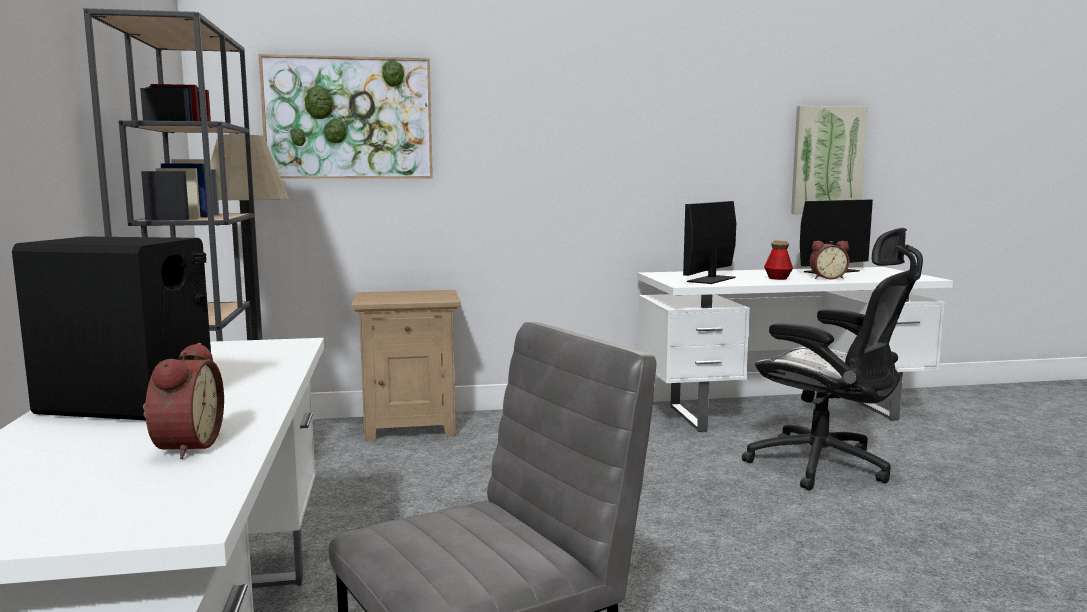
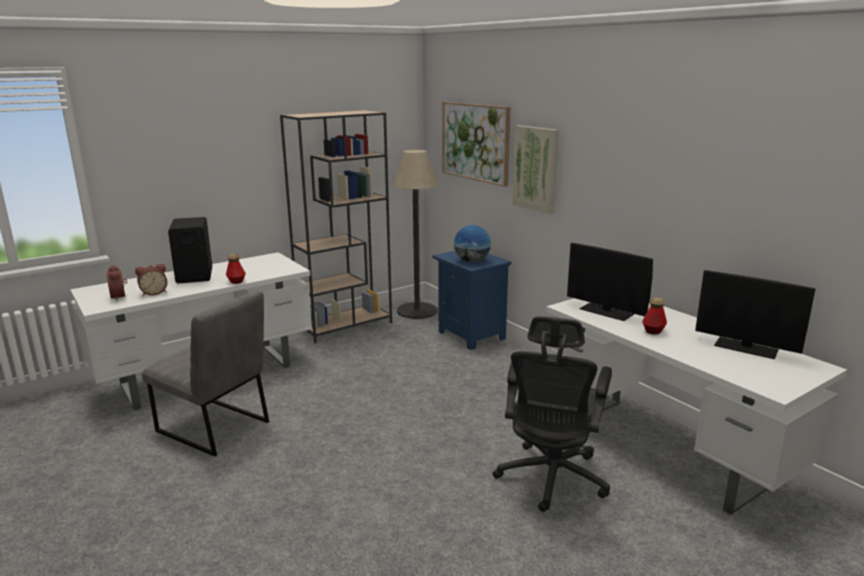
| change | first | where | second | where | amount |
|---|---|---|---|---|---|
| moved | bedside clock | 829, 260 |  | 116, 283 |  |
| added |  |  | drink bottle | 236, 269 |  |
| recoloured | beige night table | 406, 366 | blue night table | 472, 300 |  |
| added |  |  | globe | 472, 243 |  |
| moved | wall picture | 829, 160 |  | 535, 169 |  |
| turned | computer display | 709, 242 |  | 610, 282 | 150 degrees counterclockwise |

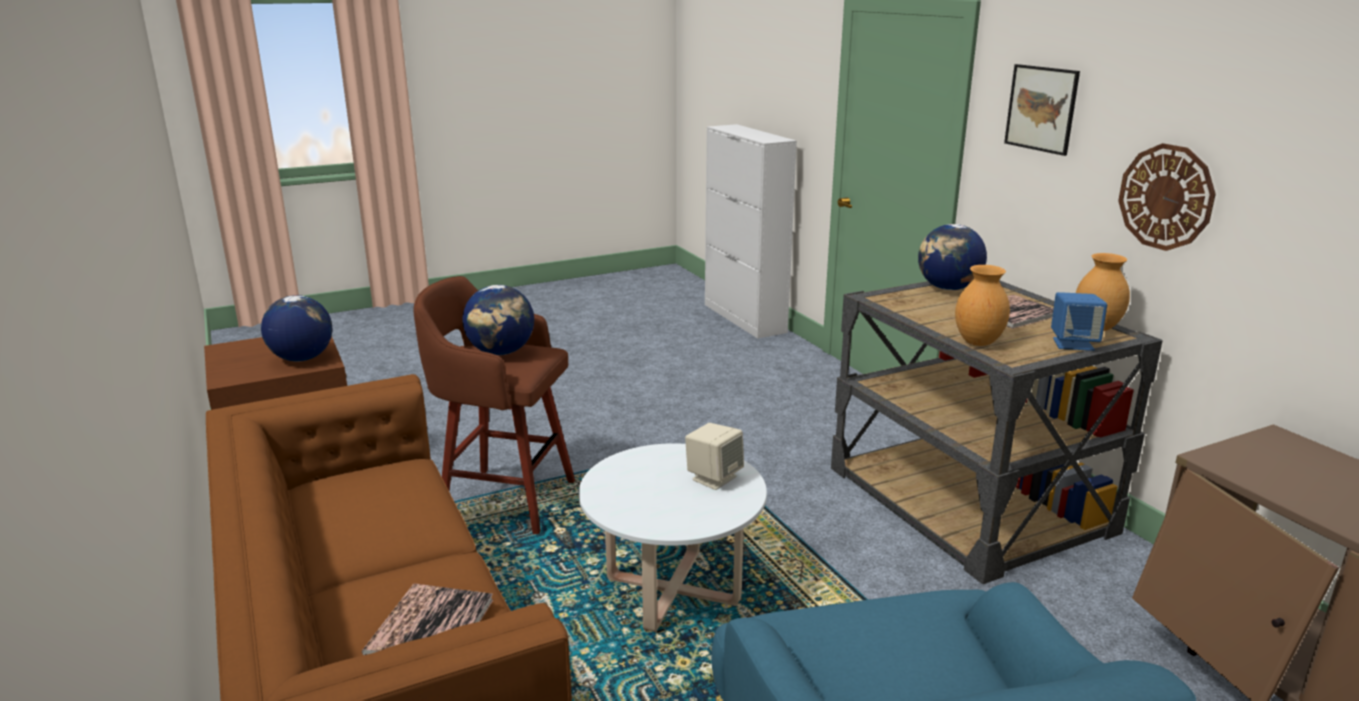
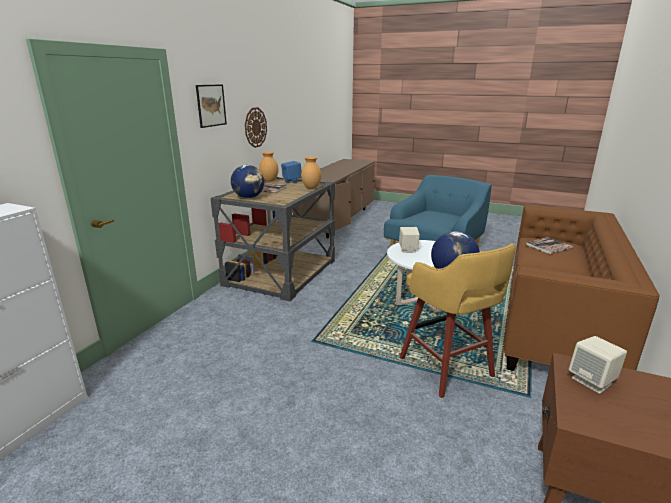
| change | first | where | second | where | amount |
|---|---|---|---|---|---|
| recoloured | brown-coloured stool | 494, 405 | yellowish stool | 458, 320 |  |
| replaced | globe | 296, 328 | beige speaker | 598, 365 |  |

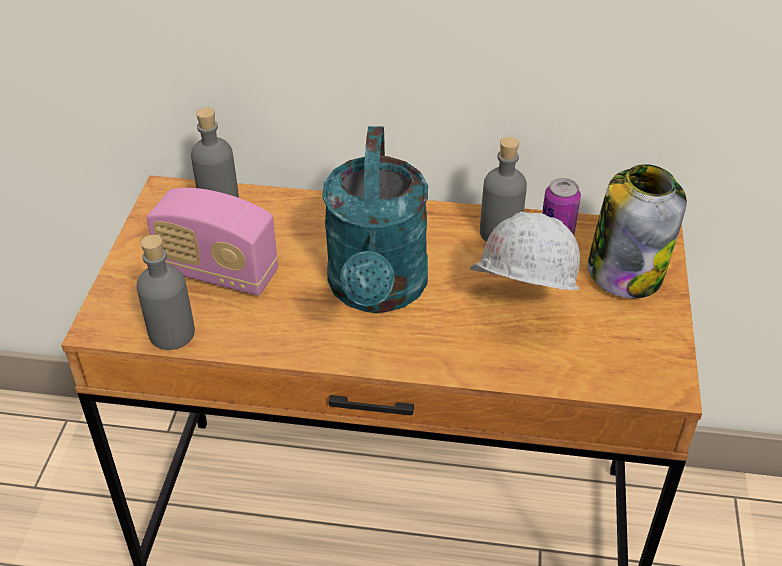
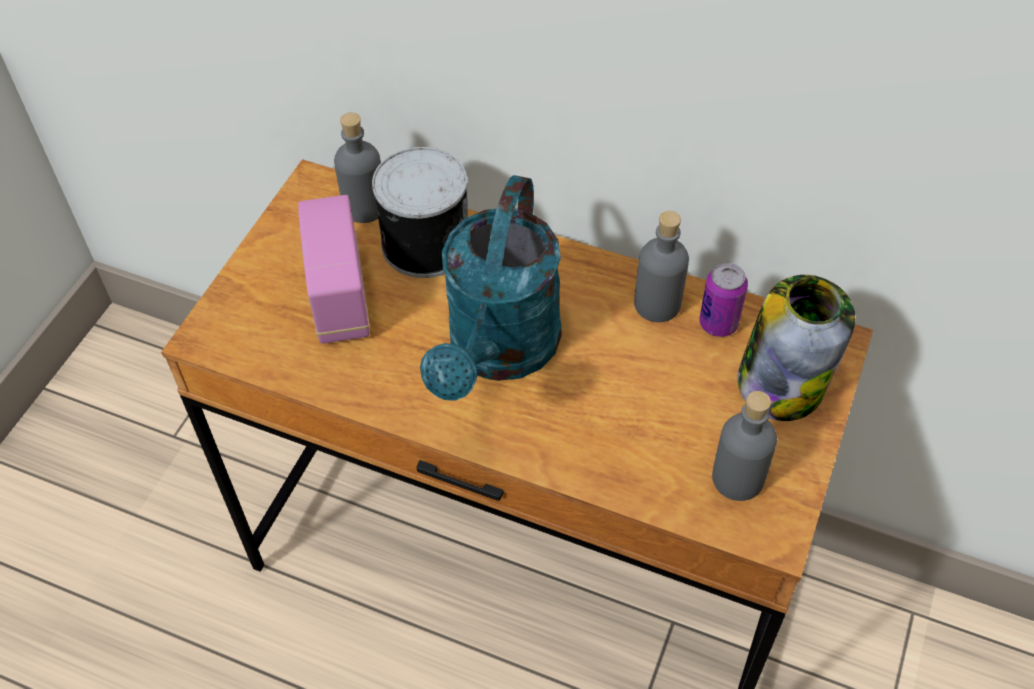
| change | first | where | second | where | amount |
|---|---|---|---|---|---|
| turned | radio receiver | 212, 242 |  | 334, 269 | 45 degrees clockwise |
| added |  |  | can | 420, 212 |  |
| moved | gray drink bottle | 165, 292 |  | 744, 446 |  |
| removed | white hard hat | 525, 251 |  |  |  |

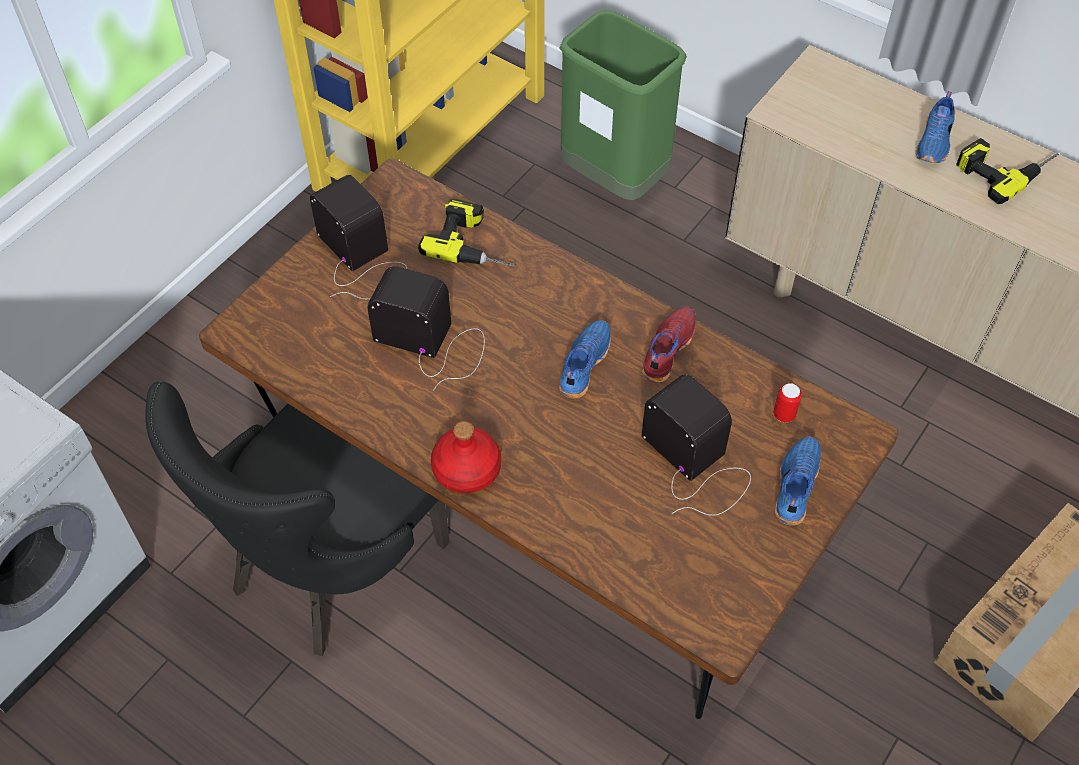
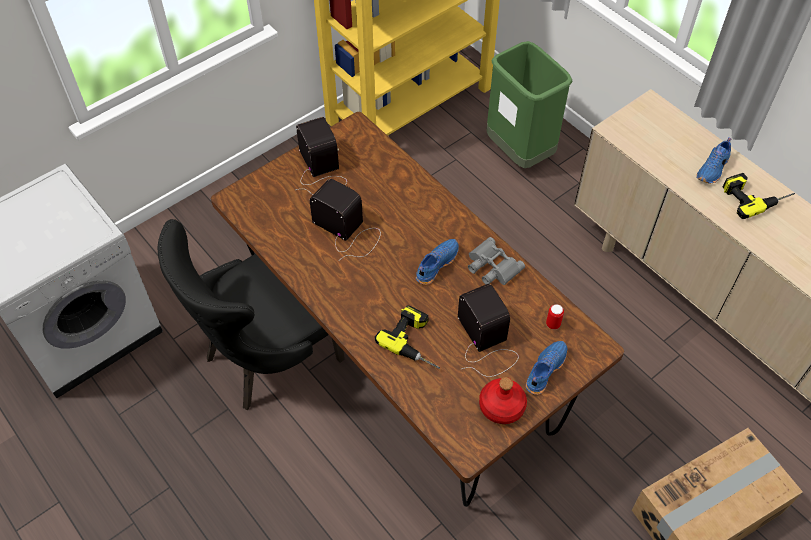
| change | first | where | second | where | amount |
|---|---|---|---|---|---|
| moved | electric drill | 467, 233 |  | 407, 337 |  |
| replaced | red-coloured low shoe | 669, 344 | gray binoculars | 496, 261 |  |
| moved | red-coloured drink bottle | 466, 457 |  | 503, 400 |  |

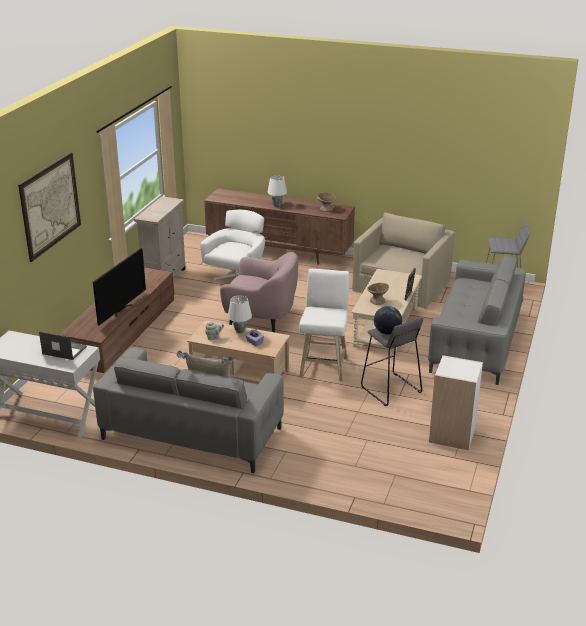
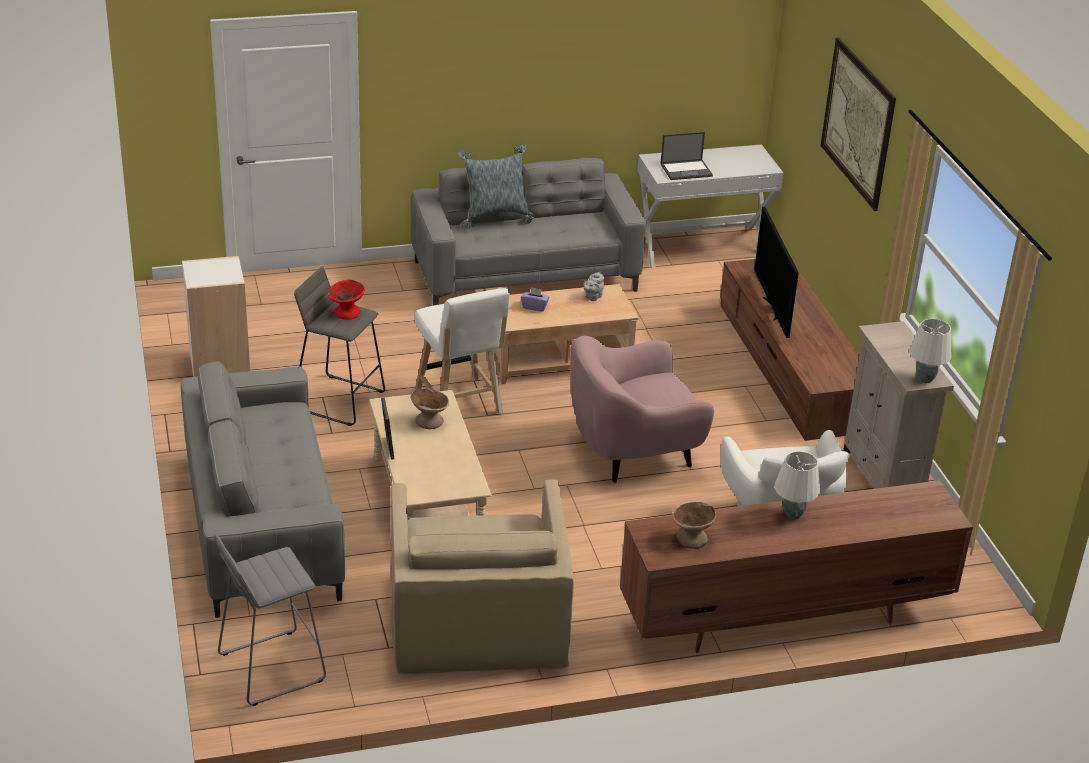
| change | first | where | second | where | amount |
|---|---|---|---|---|---|
| replaced | globe | 388, 320 | red-coloured deep dish | 346, 299 |  |
| moved | white tabletop lamp | 240, 314 |  | 930, 351 |  |

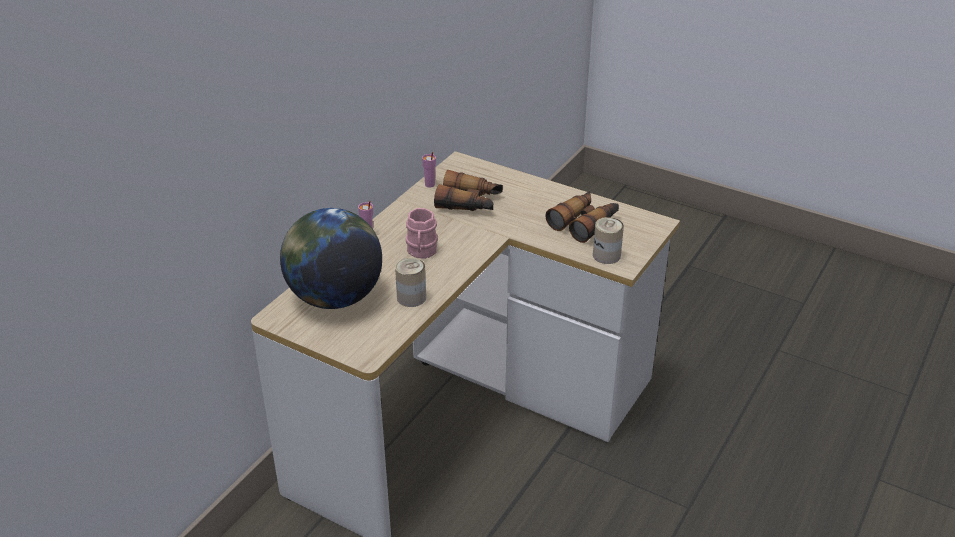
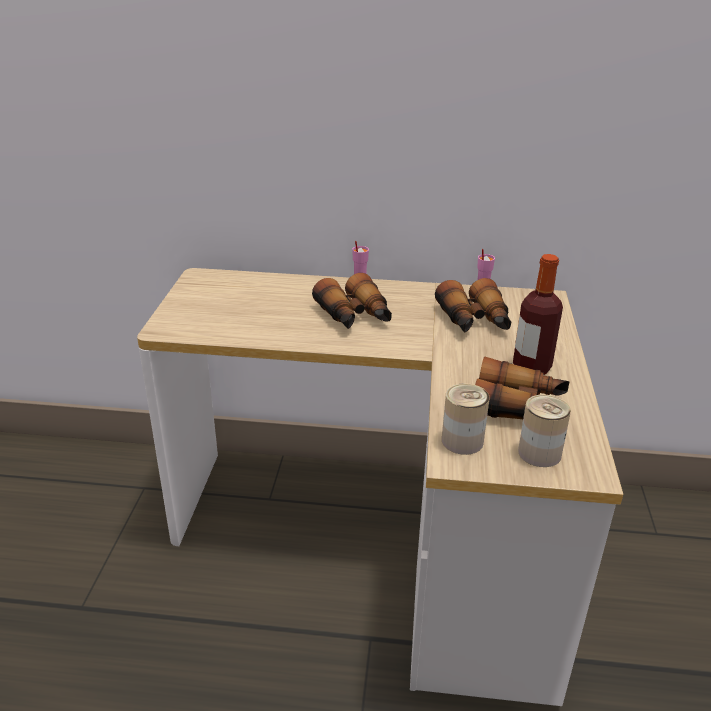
| change | first | where | second | where | amount |
|---|---|---|---|---|---|
| replaced | pinkish coffee mug | 422, 233 | binoculars | 352, 301 |  |
| added |  |  | drink bottle | 538, 314 |  |
| moved | can | 410, 282 |  | 544, 431 |  |
| removed | globe | 331, 258 |  |  |  |

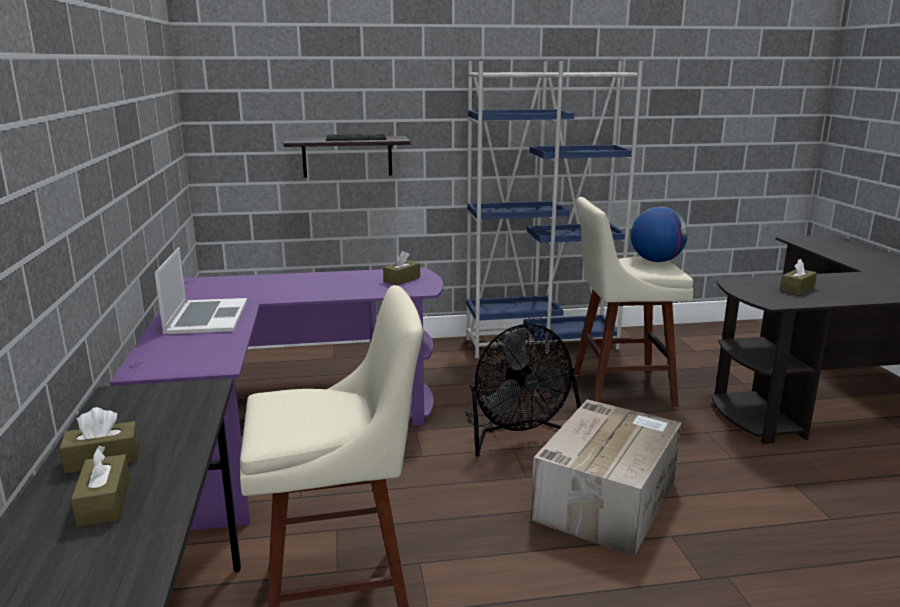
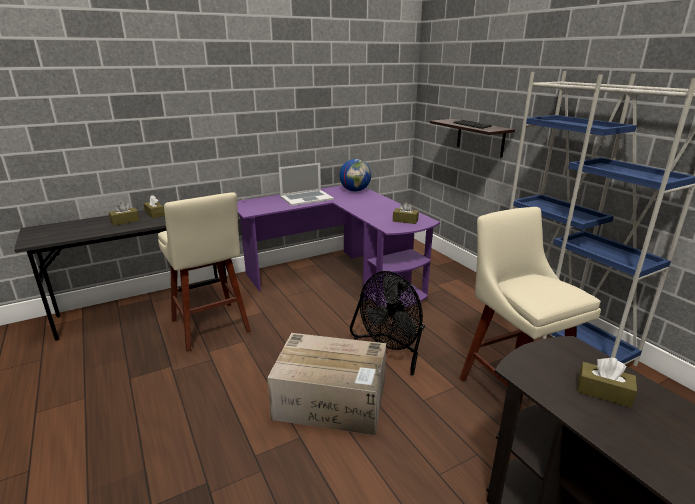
| change | first | where | second | where | amount |
|---|---|---|---|---|---|
| moved | globe | 659, 234 |  | 355, 175 |  |

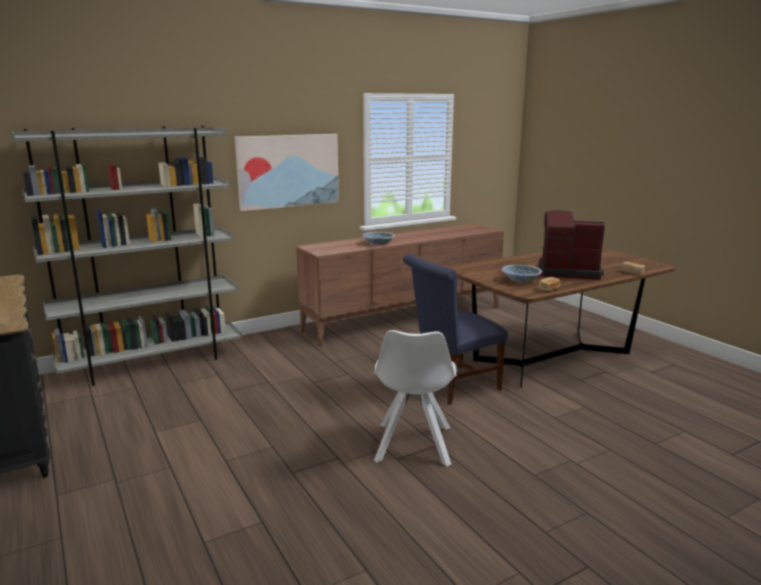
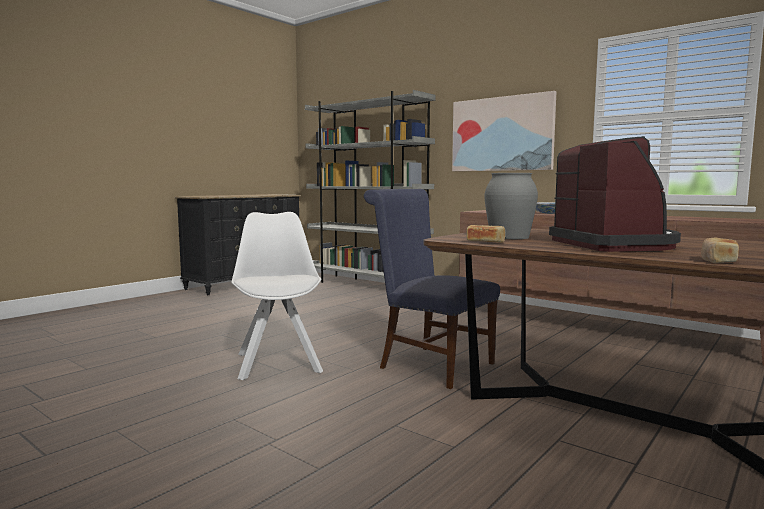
| change | first | where | second | where | amount |
|---|---|---|---|---|---|
| turned | white chair | 415, 398 |  | 277, 296 | 90 degrees clockwise |
| replaced | deep dish | 521, 273 | gray flower vase | 511, 206 |  |

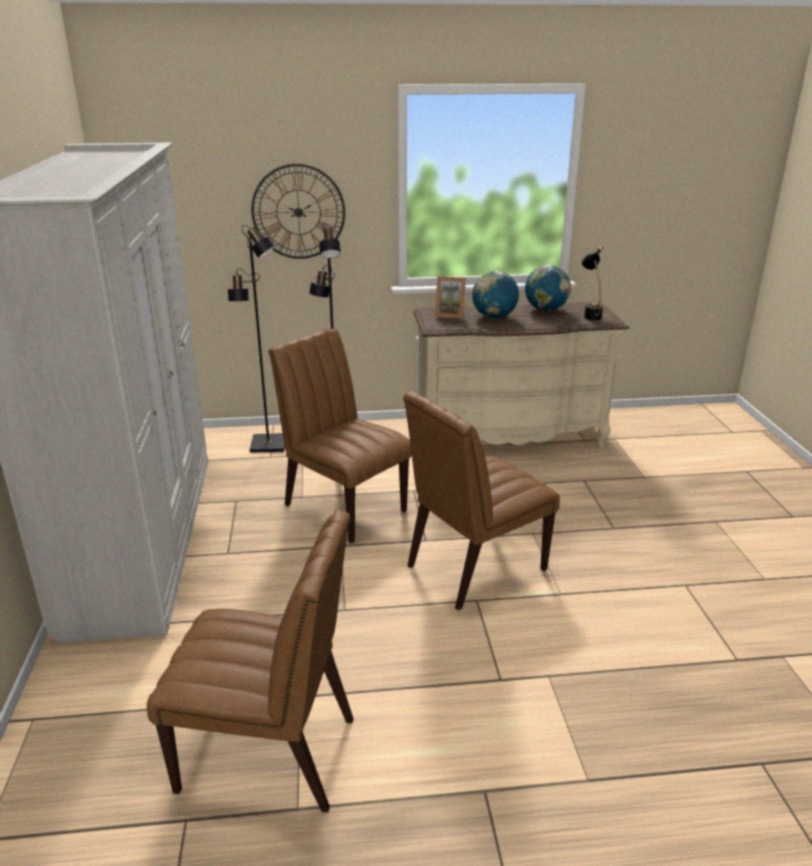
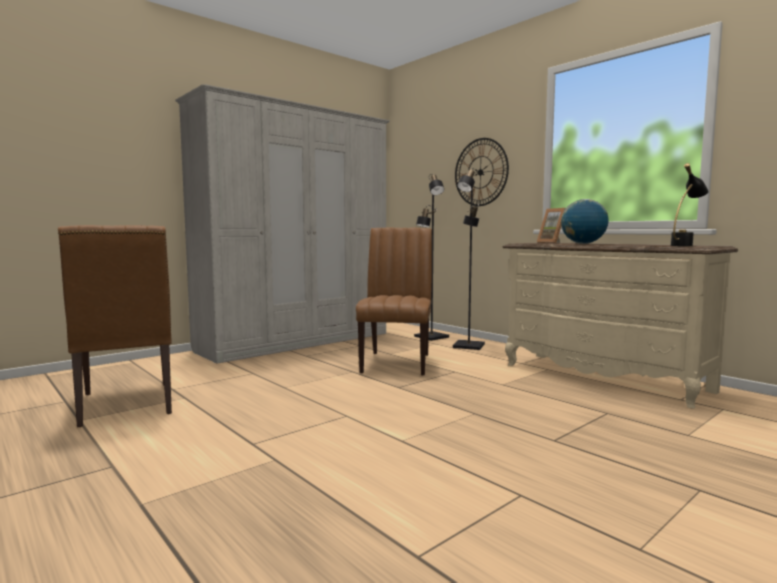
| change | first | where | second | where | amount |
|---|---|---|---|---|---|
| removed | brown-coloured chair | 481, 500 |  |  |  |
| removed | globe | 548, 288 |  |  |  |

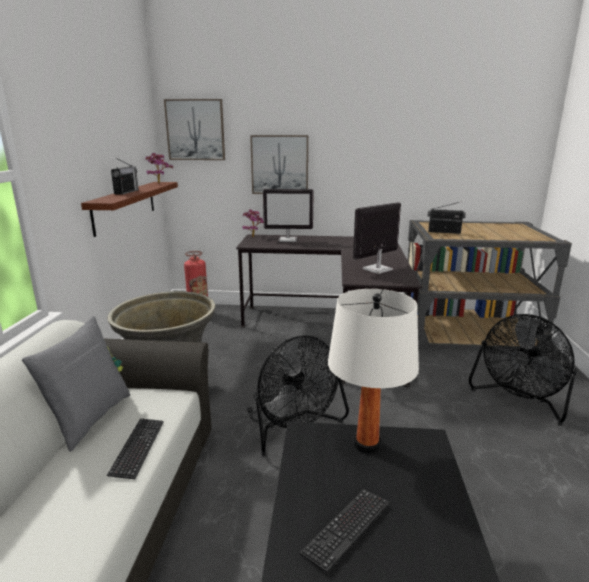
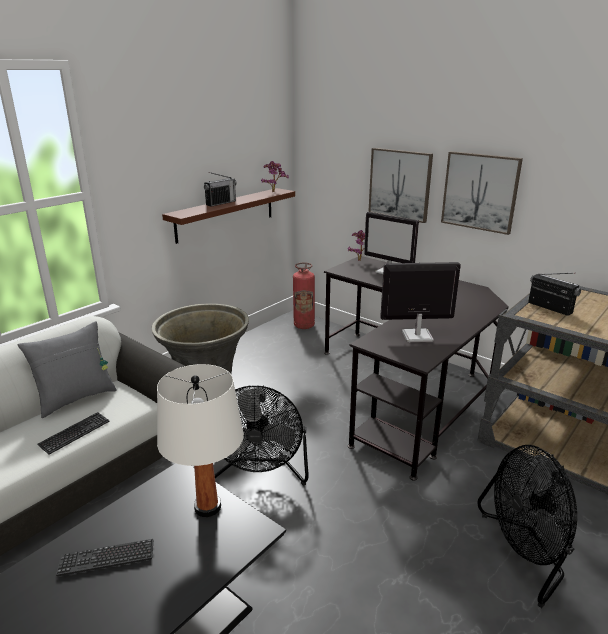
| change | first | where | second | where | amount |
|---|---|---|---|---|---|
| moved | wall picture | 194, 129 |  | 482, 193 |  |

